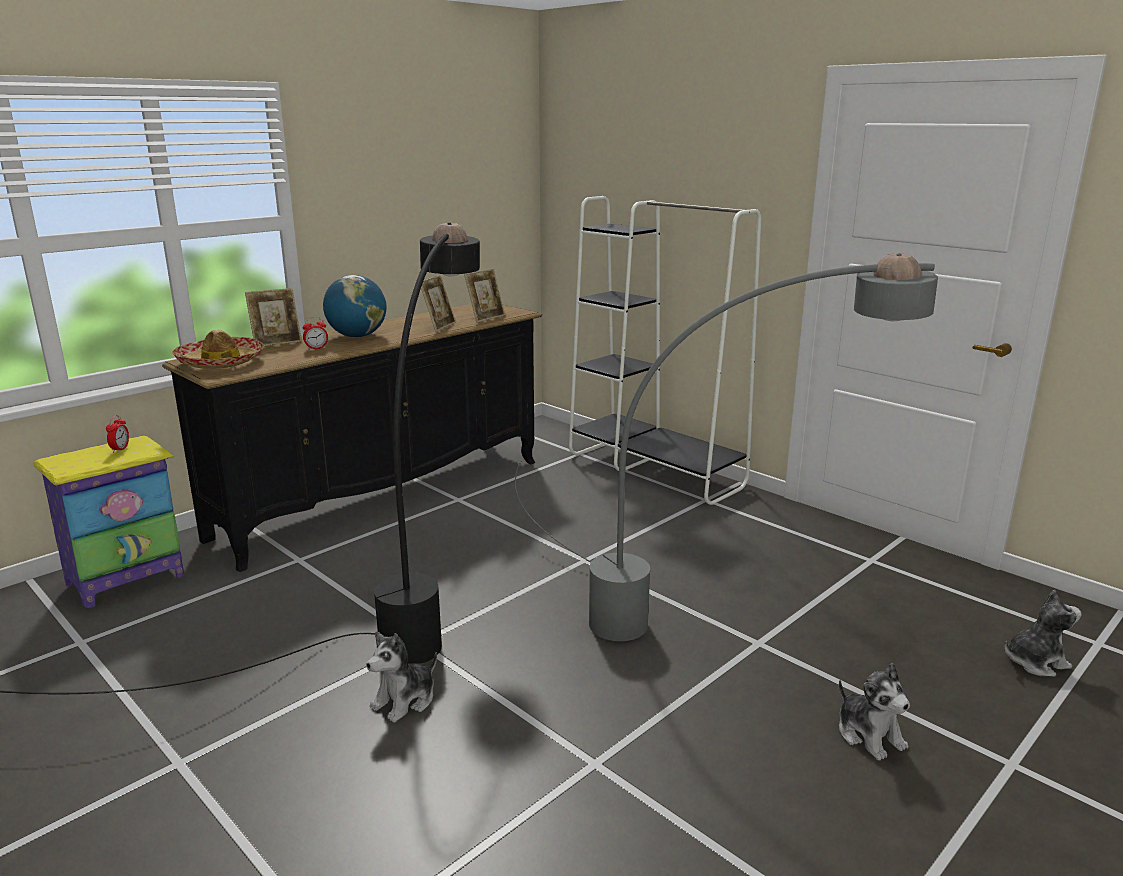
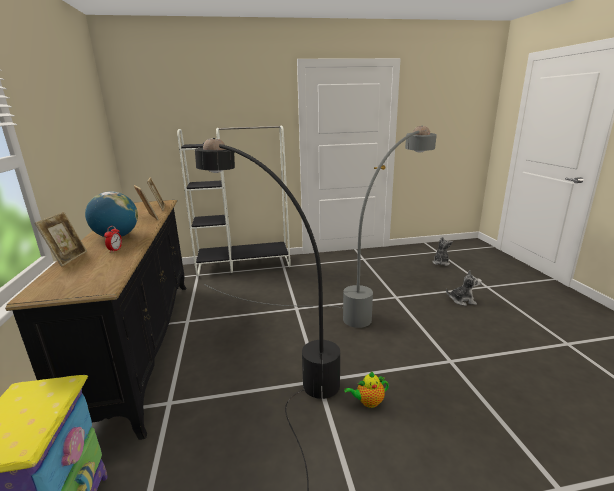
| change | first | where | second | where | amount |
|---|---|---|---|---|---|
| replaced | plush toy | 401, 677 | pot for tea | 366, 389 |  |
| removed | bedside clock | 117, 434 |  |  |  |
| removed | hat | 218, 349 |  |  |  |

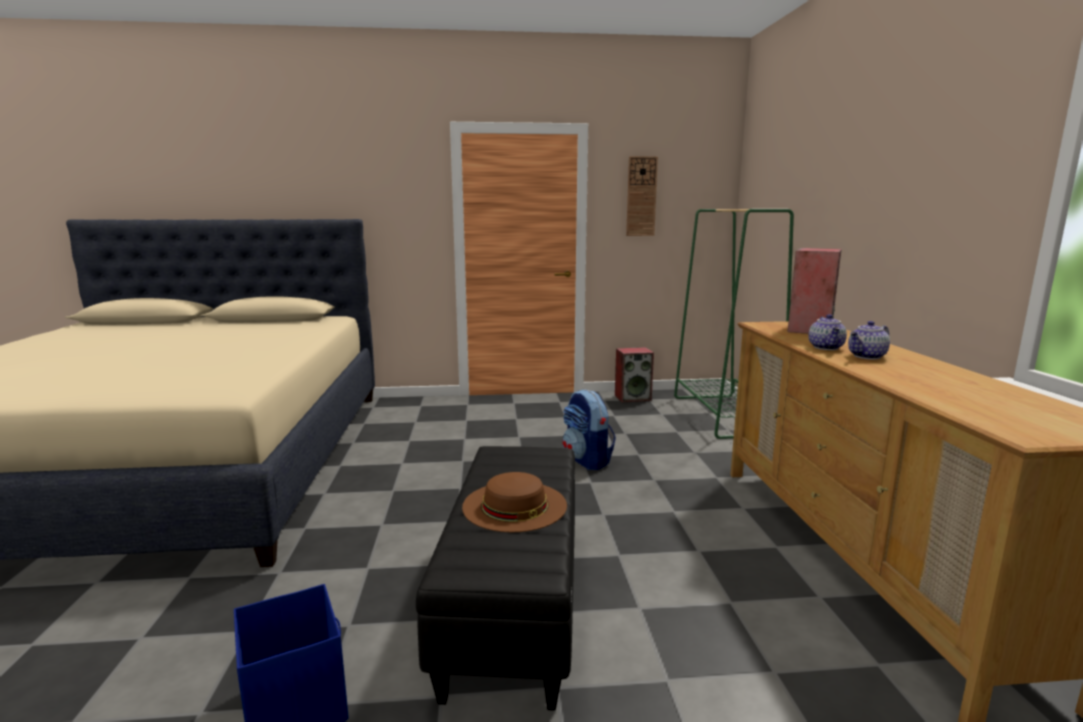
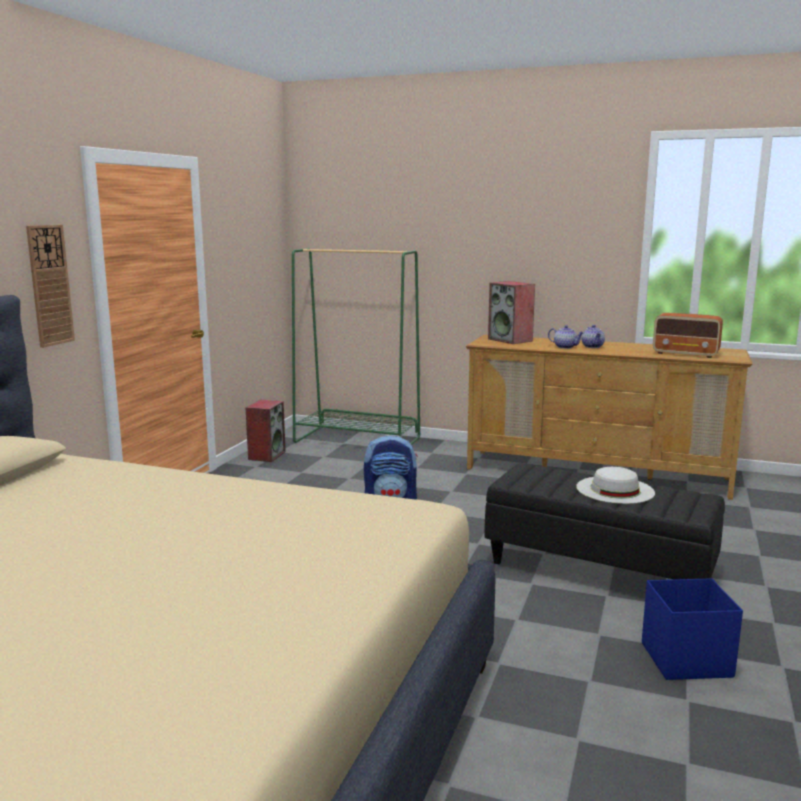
| change | first | where | second | where | amount |
|---|---|---|---|---|---|
| moved | hanging clock | 642, 196 |  | 50, 286 |  |
| recoloured | brown-coloured hat | 514, 502 | white hat | 615, 485 |  |
| added |  |  | radio receiver | 688, 335 |  |

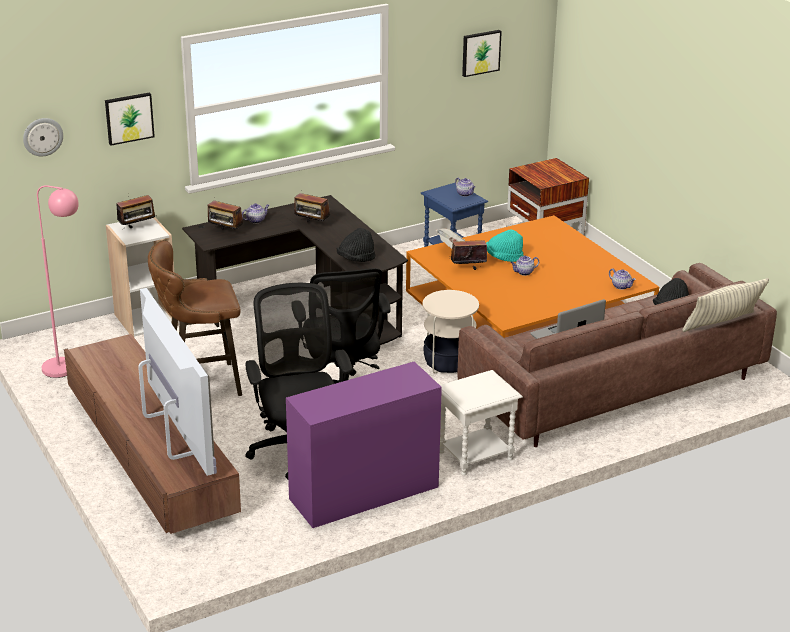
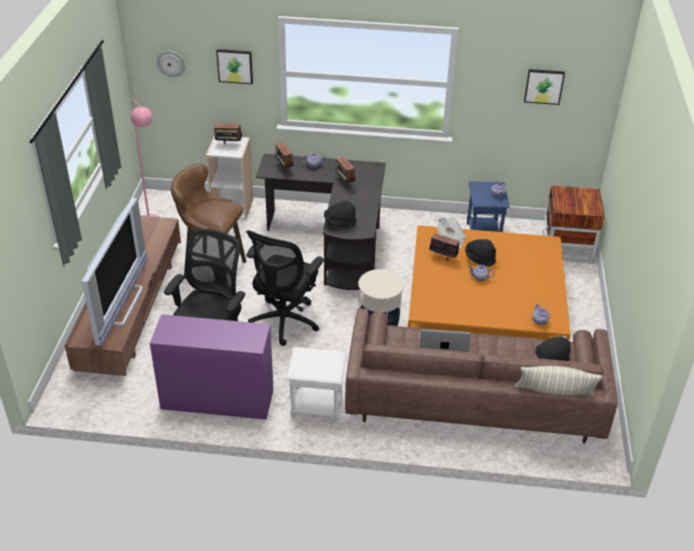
| change | first | where | second | where | amount |
|---|---|---|---|---|---|
| recoloured | blue-green hat | 505, 245 | black-coloured hat | 480, 252 |  |

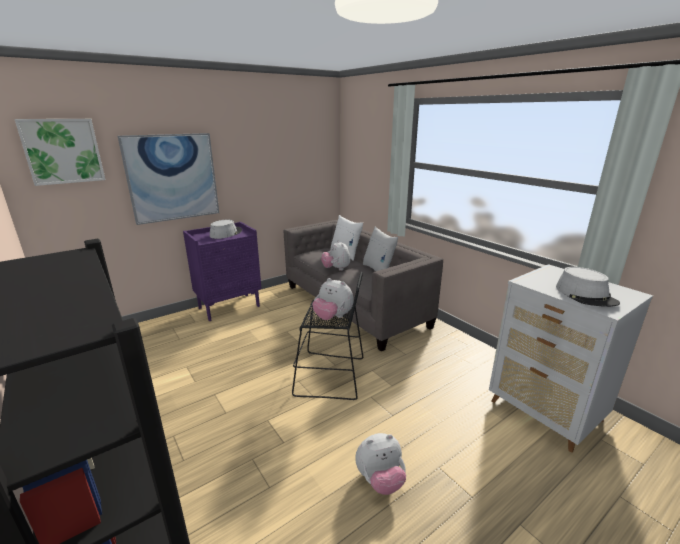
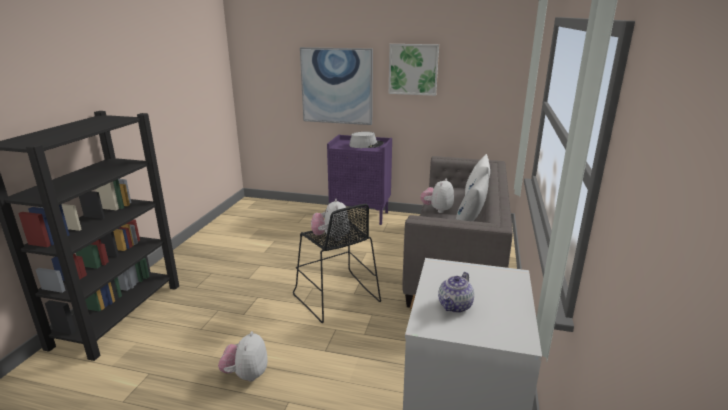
| change | first | where | second | where | amount |
|---|---|---|---|---|---|
| turned | plush toy | 380, 464 |  | 243, 356 | 60 degrees clockwise |
| moved | wall picture | 60, 152 |  | 414, 70 |  |
| replaced | gray hat | 588, 287 | pot for tea | 456, 292 |  |

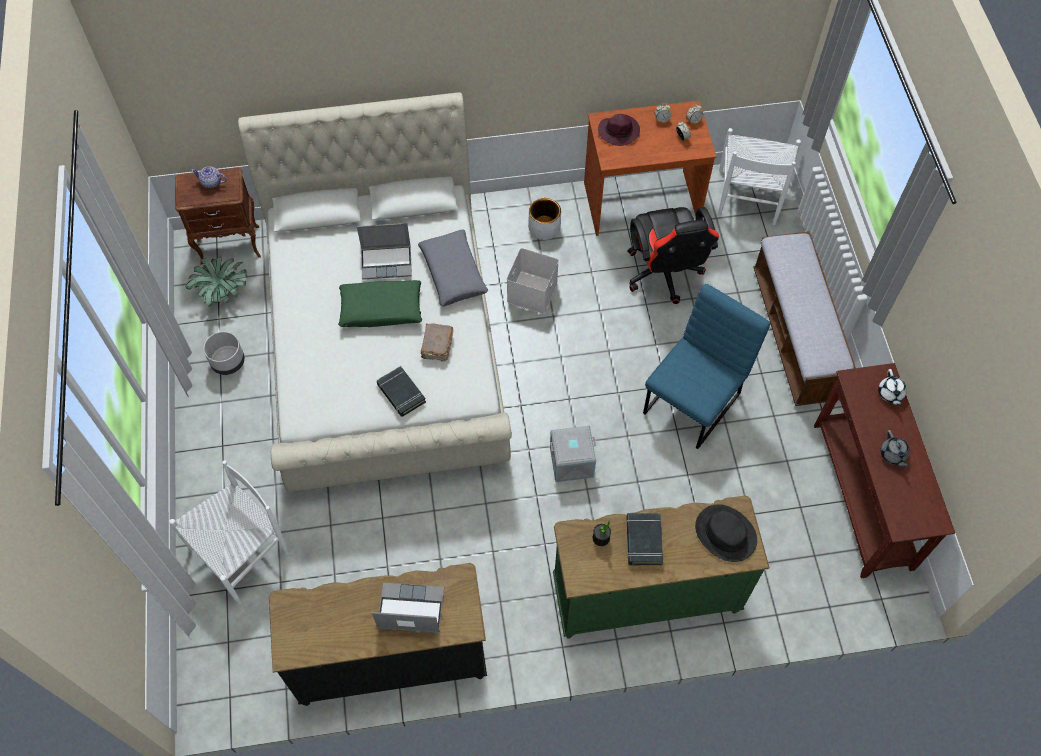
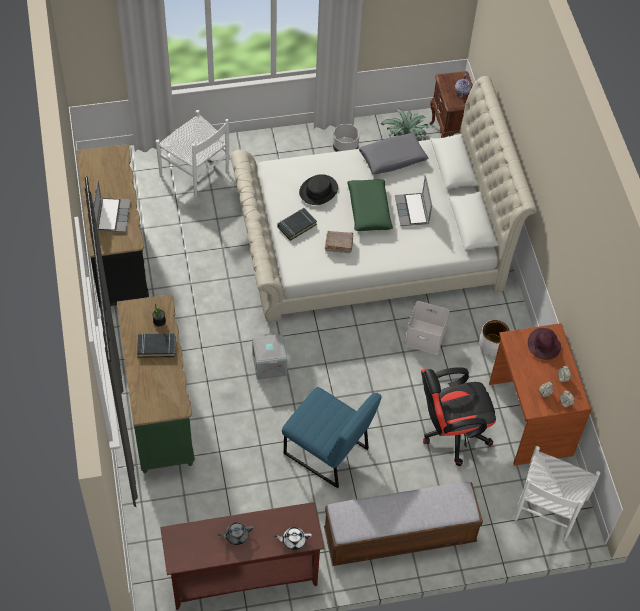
| change | first | where | second | where | amount |
|---|---|---|---|---|---|
| moved | black-coloured hat | 726, 533 |  | 318, 189 |  |
| moved | gray cushion | 453, 268 |  | 393, 153 |  |
| turned | white chair | 759, 176 |  | 557, 494 | 75 degrees counterclockwise |

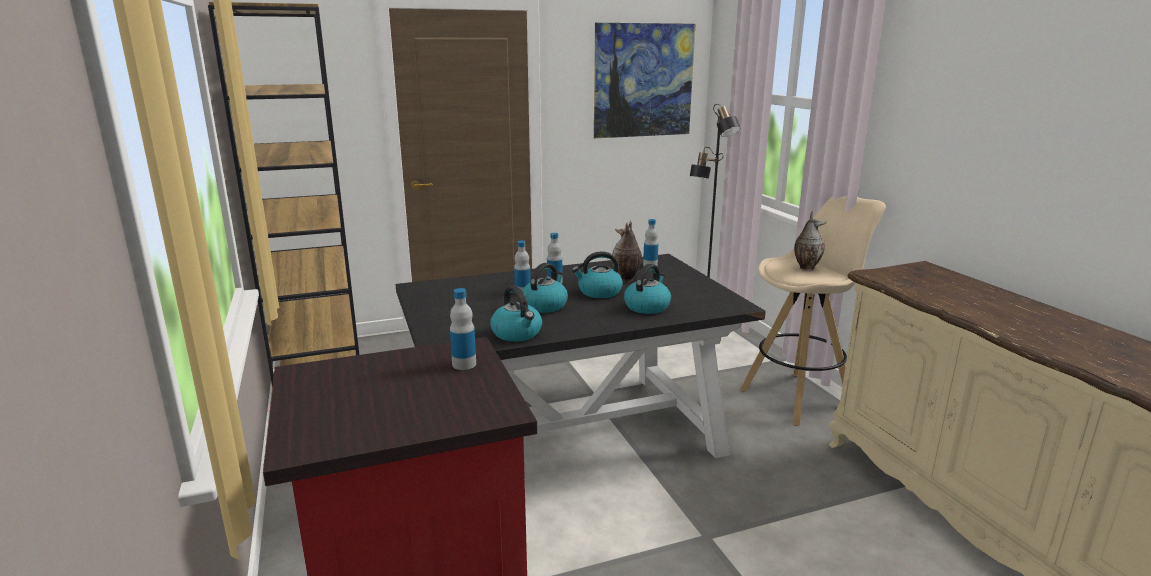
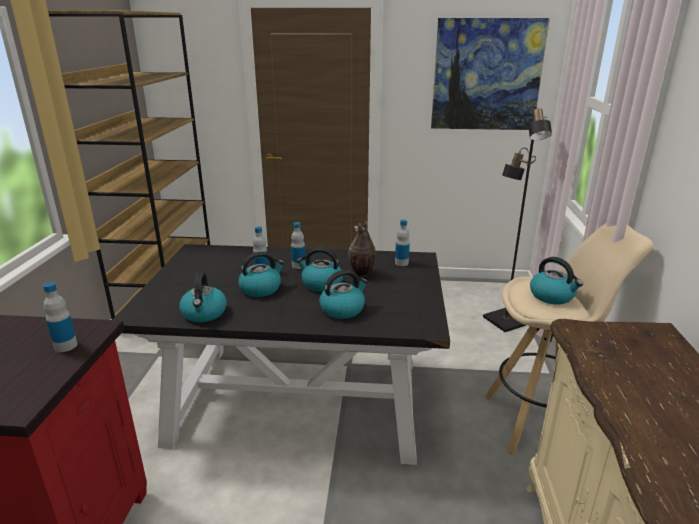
| change | first | where | second | where | amount |
|---|---|---|---|---|---|
| replaced | flower vase | 810, 241 | tea kettle | 556, 280 |  |

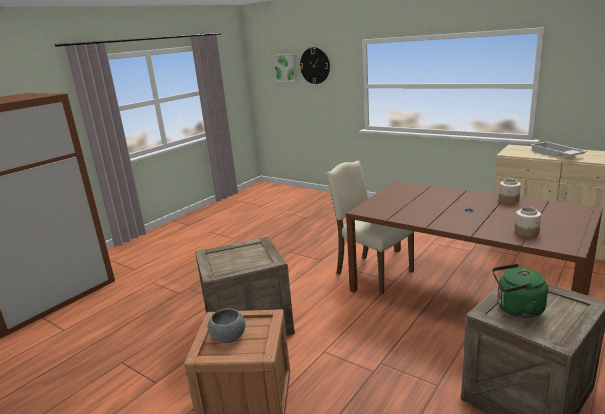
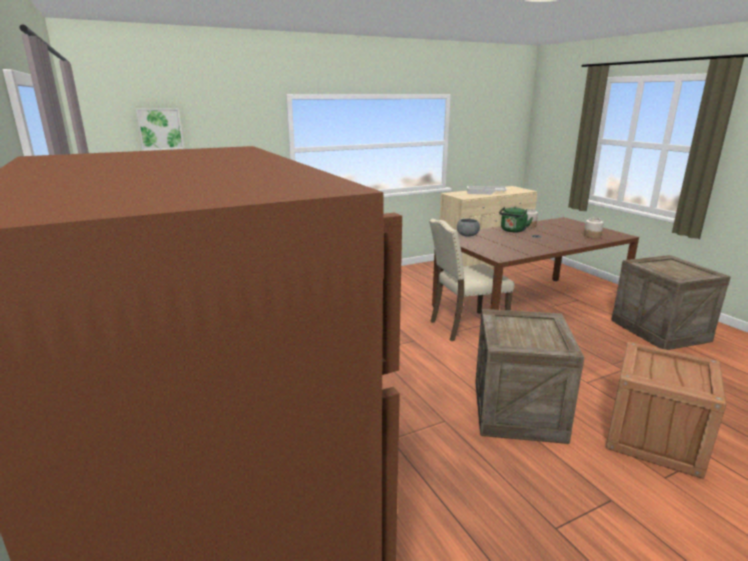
| change | first | where | second | where | amount |
|---|---|---|---|---|---|
| moved | gray deep dish | 227, 325 |  | 468, 227 |  |
| moved | green-coloured tea kettle | 520, 291 |  | 516, 219 |  |
| removed | hanging clock | 315, 65 |  |  |  |

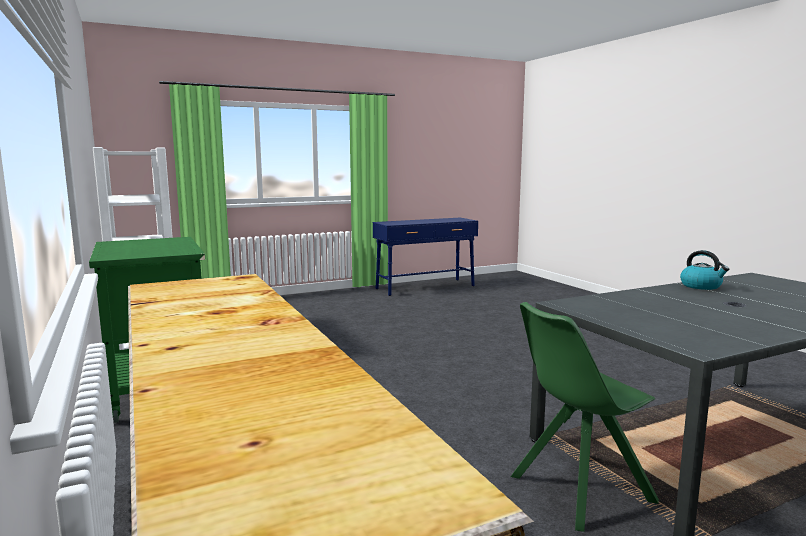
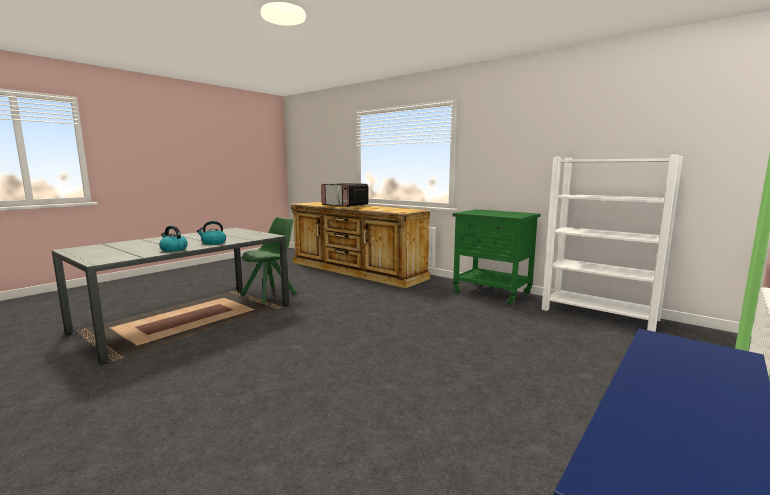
| change | first | where | second | where | amount |
|---|---|---|---|---|---|
| added |  |  | tea kettle | 211, 233 |  |
| added |  |  | microwave oven | 345, 195 |  |

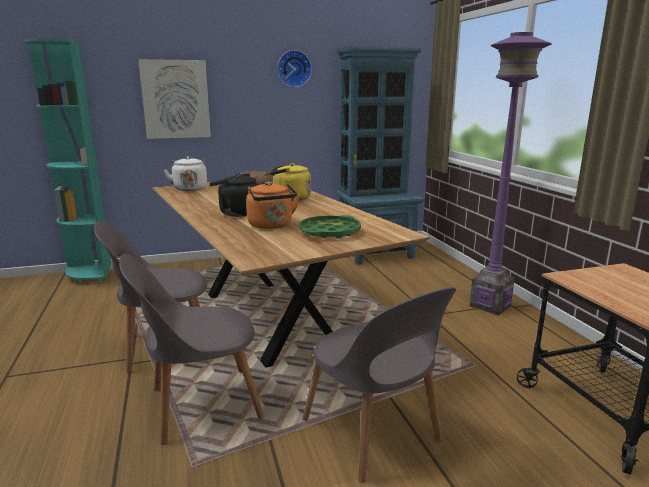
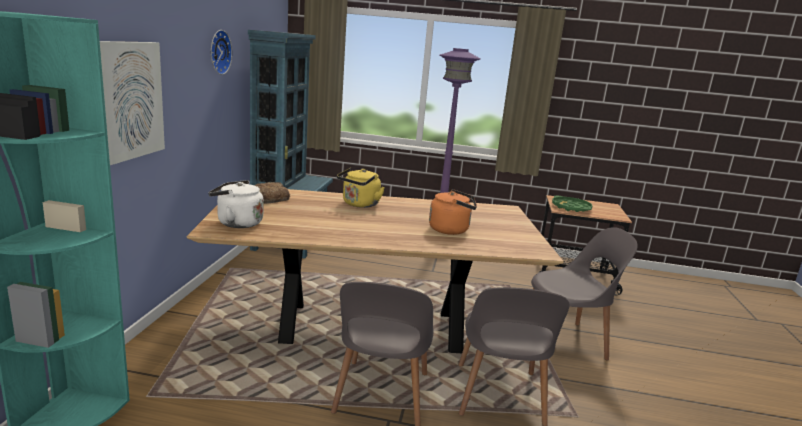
| change | first | where | second | where | amount |
|---|---|---|---|---|---|
| moved | green-coloured serving tray | 330, 227 |  | 572, 204 |  |
| removed | black-coloured tea kettle | 234, 195 |  |  |  |

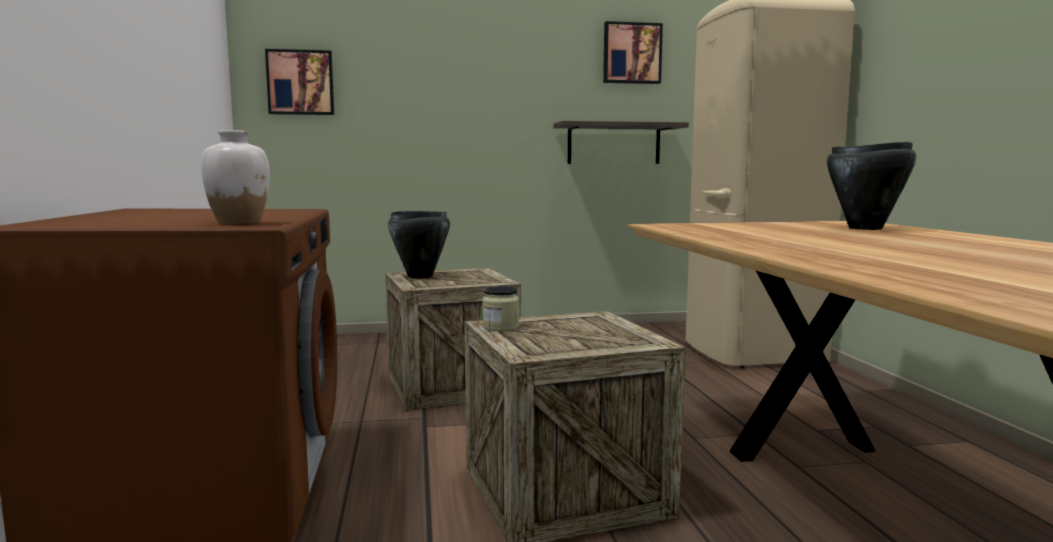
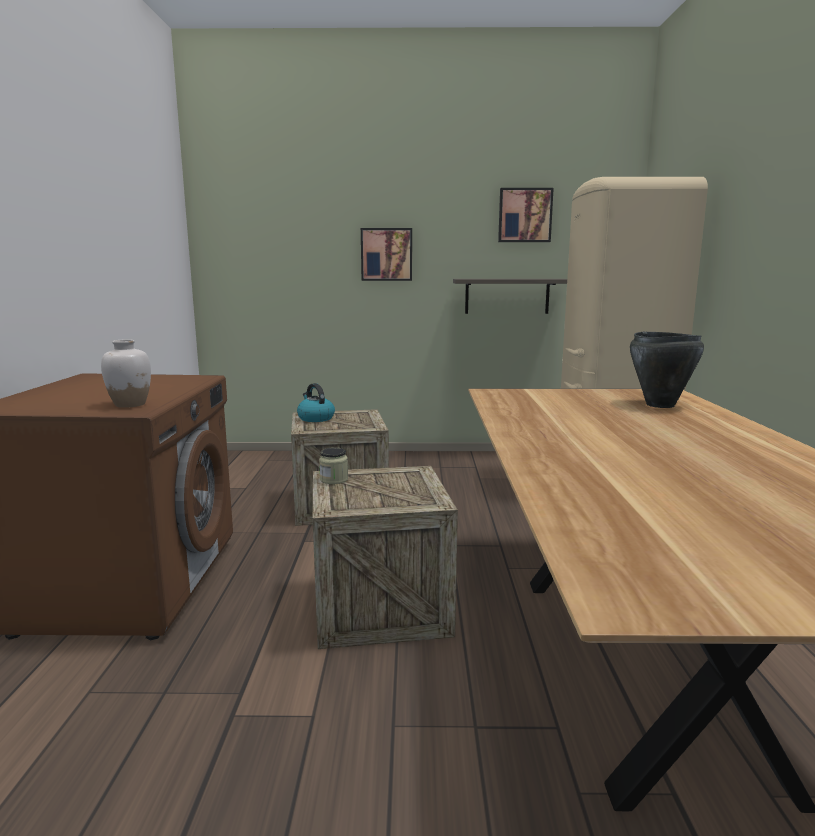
| change | first | where | second | where | amount |
|---|---|---|---|---|---|
| replaced | black-coloured stockpot | 419, 245 | tea kettle | 316, 402 |  |
| moved | wall picture | 299, 82 |  | 386, 254 |  |

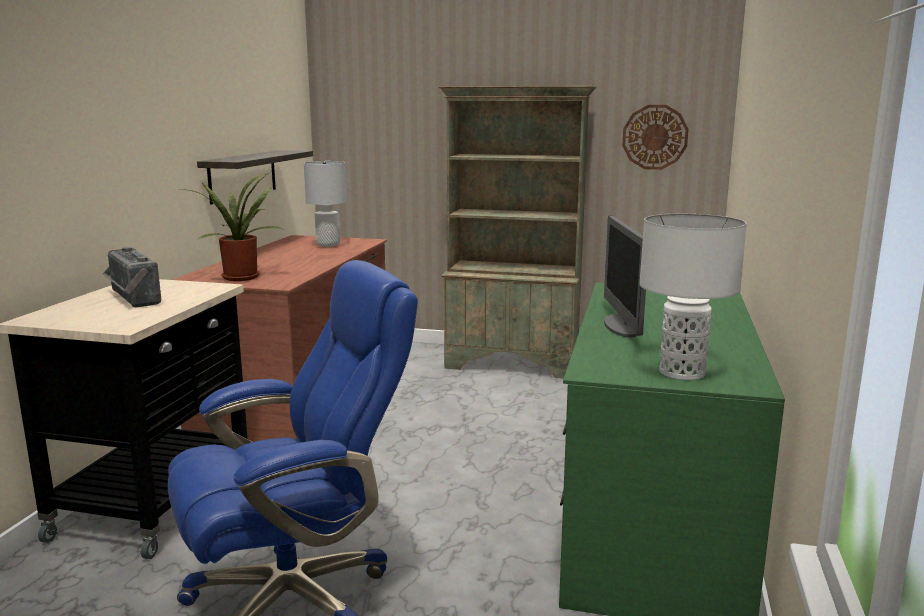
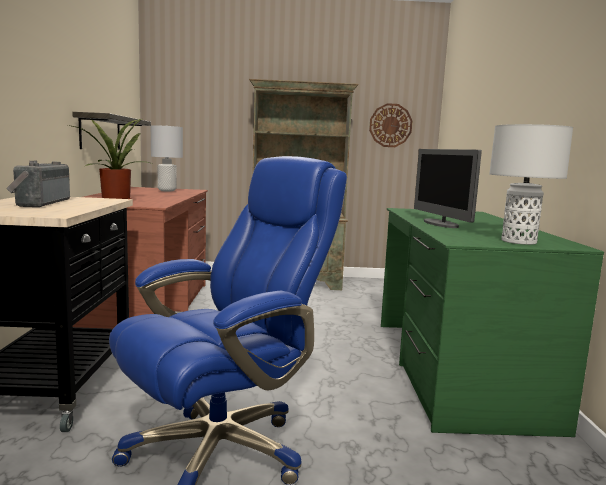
| change | first | where | second | where | amount |
|---|---|---|---|---|---|
| turned | radio receiver | 132, 277 |  | 38, 183 | 45 degrees clockwise |

